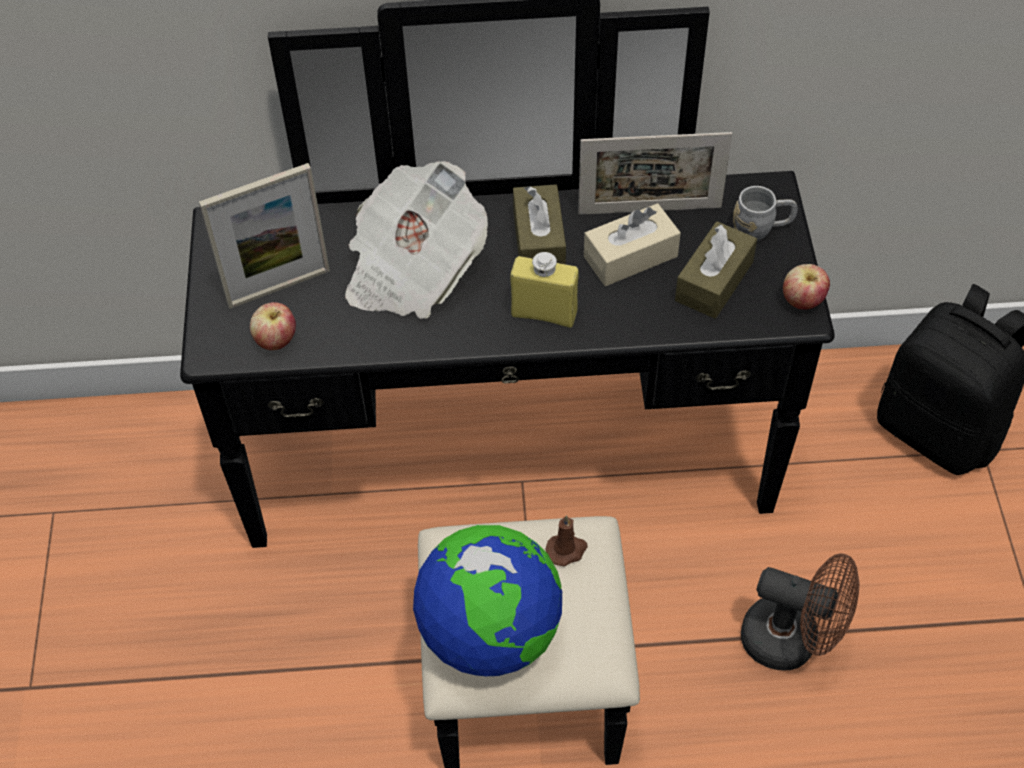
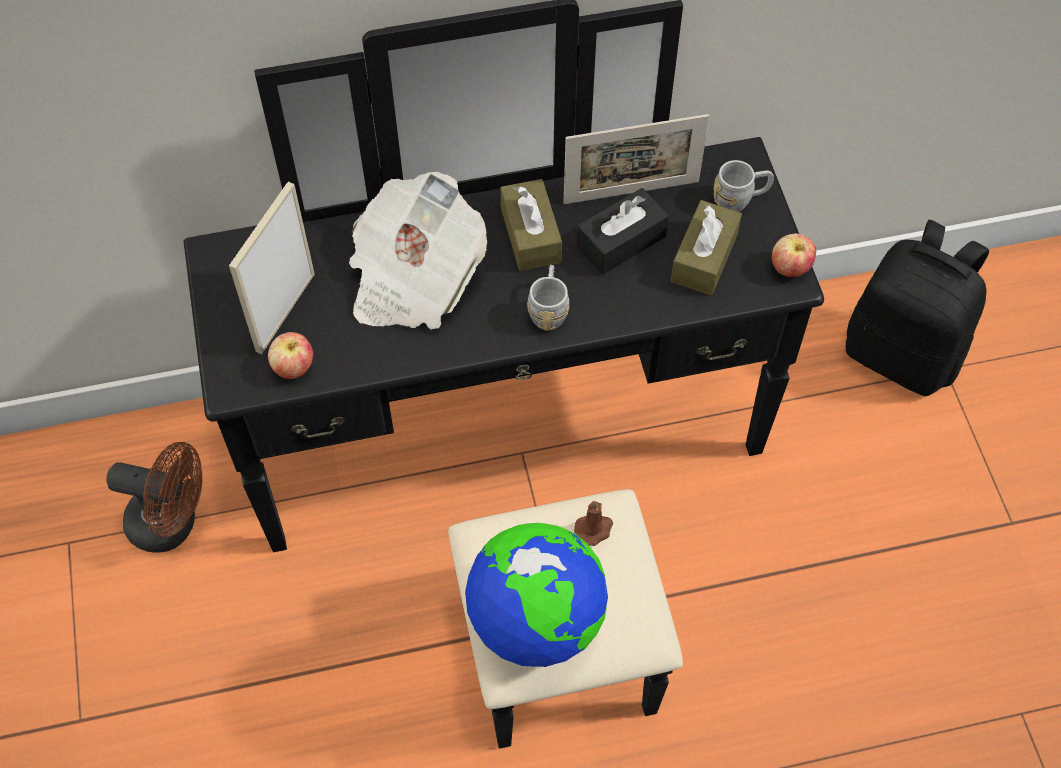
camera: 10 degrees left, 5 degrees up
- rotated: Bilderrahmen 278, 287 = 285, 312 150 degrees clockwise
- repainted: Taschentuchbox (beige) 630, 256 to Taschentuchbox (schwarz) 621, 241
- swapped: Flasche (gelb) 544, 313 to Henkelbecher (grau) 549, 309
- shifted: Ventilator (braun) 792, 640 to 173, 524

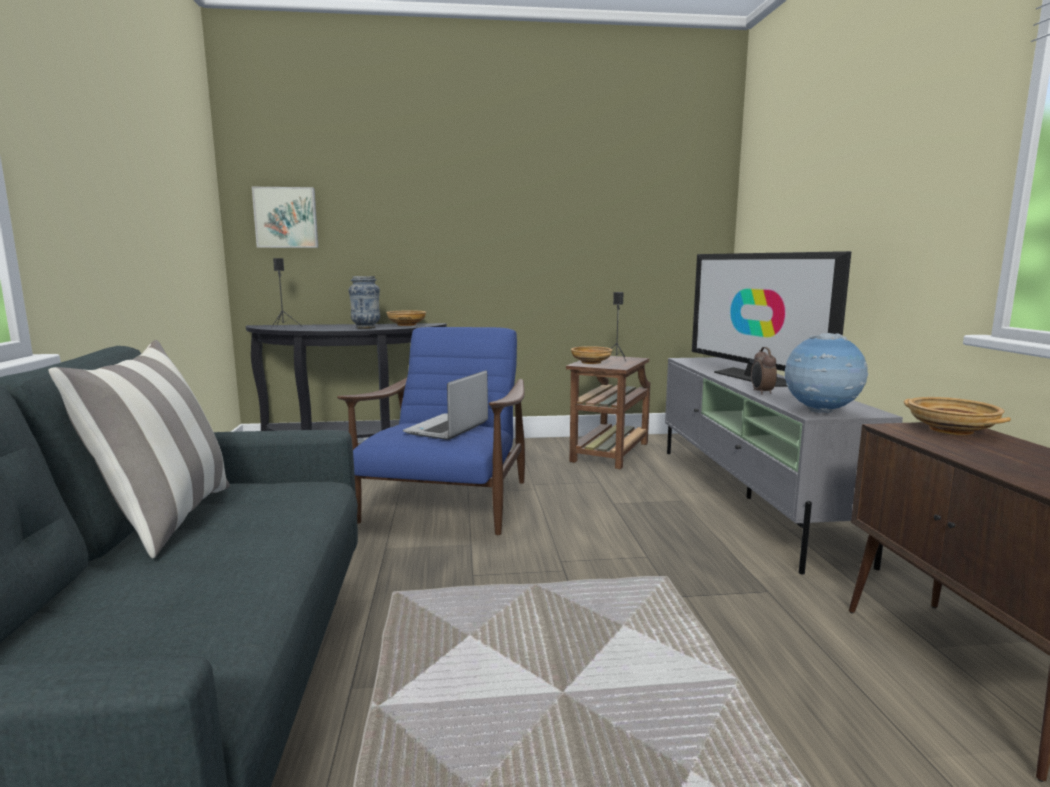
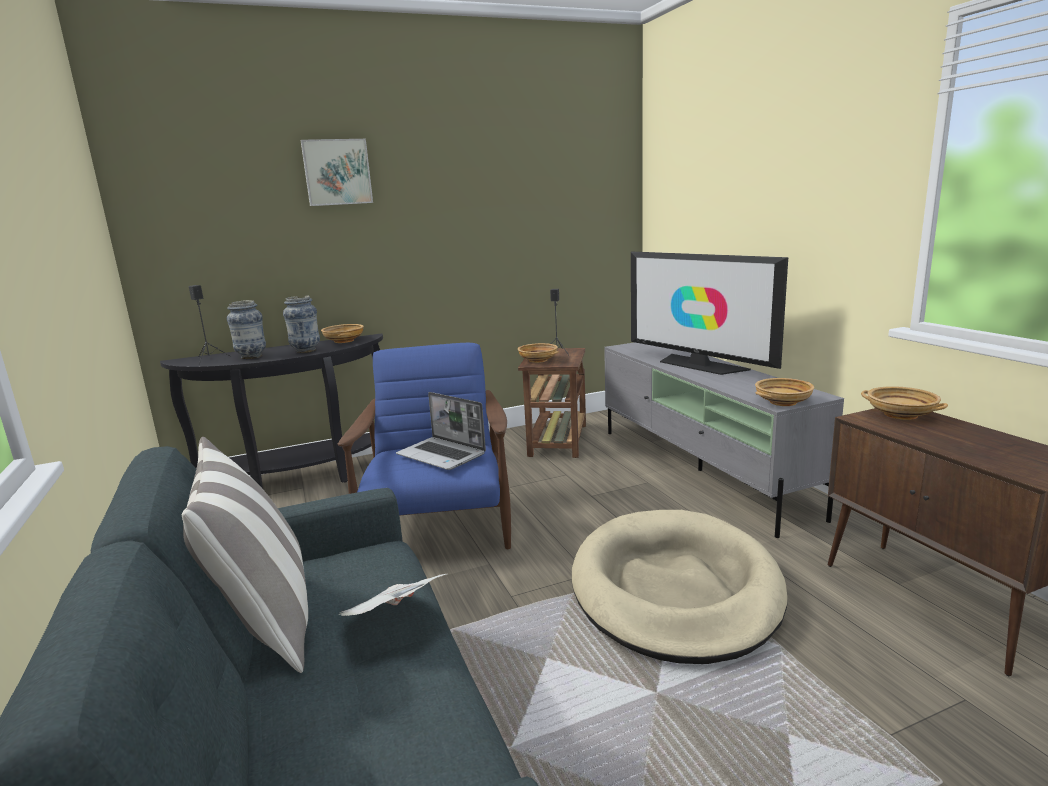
camera: 15 degrees left, 5 degrees up
- shifted: Bild 286, 217 to 337, 172
- swapped: Globus 821, 413 to Schüssel (beige) 783, 402
- gone: Wecker 761, 392
- rotated: Laptop 447, 428 = 442, 455 60 degrees counterclockwise
- new: Vase 251, 356
- new: Hundebett (beige) 675, 589
- new: Zeitung 396, 620

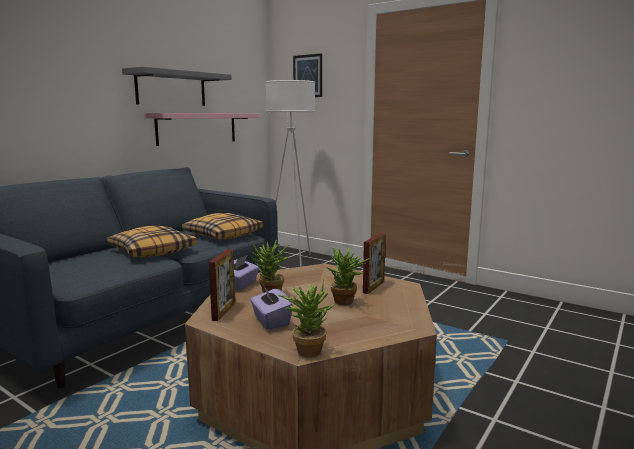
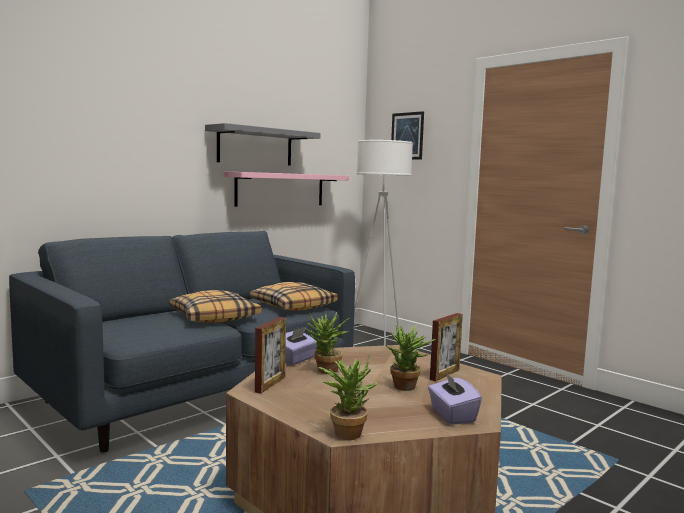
camera: 10 degrees right, 5 degrees down
- shifted: Taschentuchbox (lila) 270, 321 to 452, 415

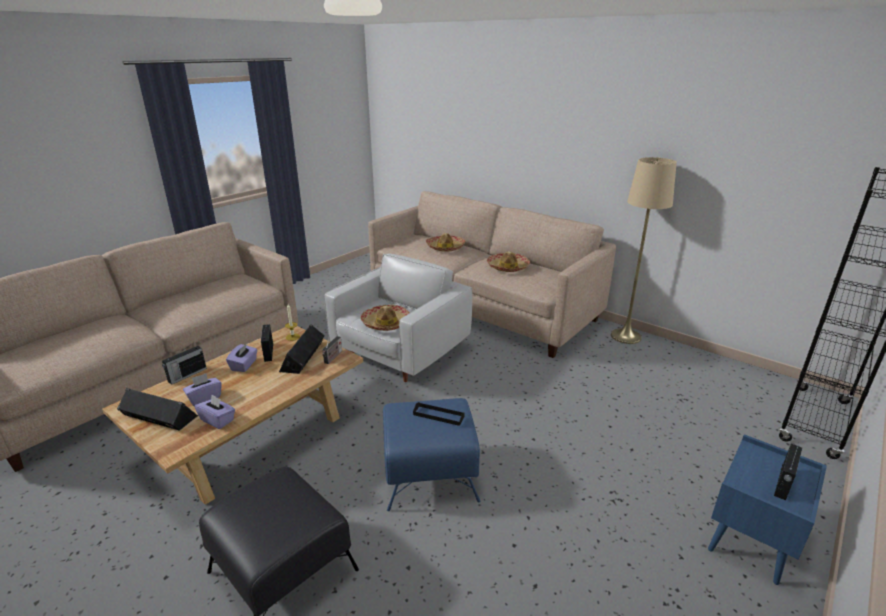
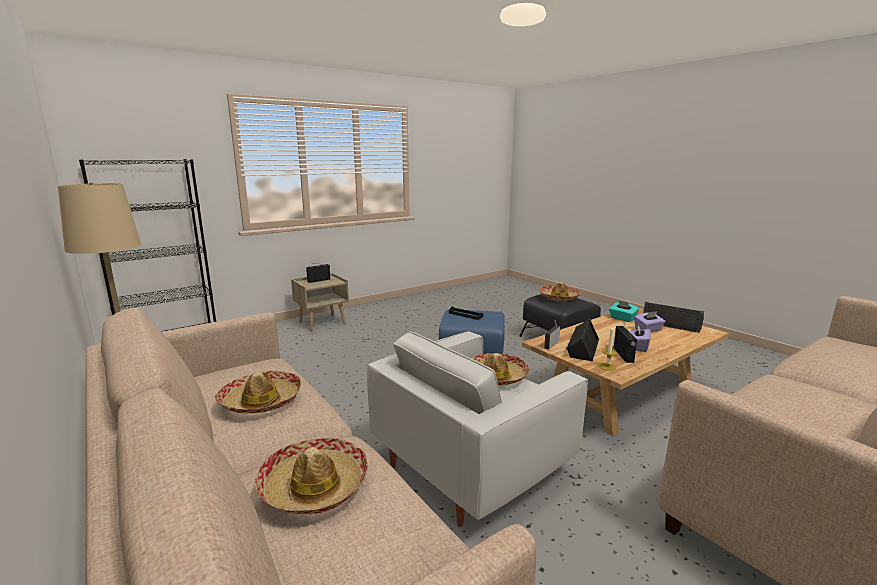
camera: 165 degrees left, 10 degrees down
- gone: Radio 186, 375
- repainted: Taschentuchbox (lila) 218, 420 to Taschentuchbox (türkis) 622, 319
- repainted: Nachttisch (blau) 750, 543 to Nachttisch (beige) 322, 322
- new: Hut 559, 297

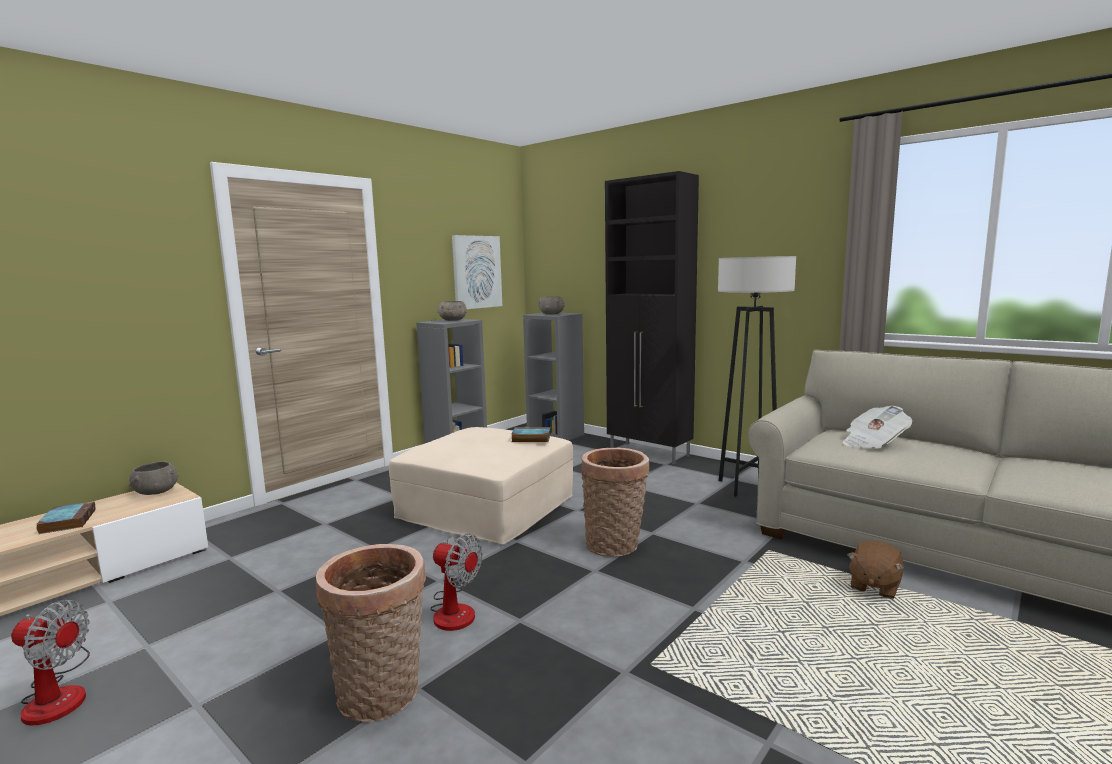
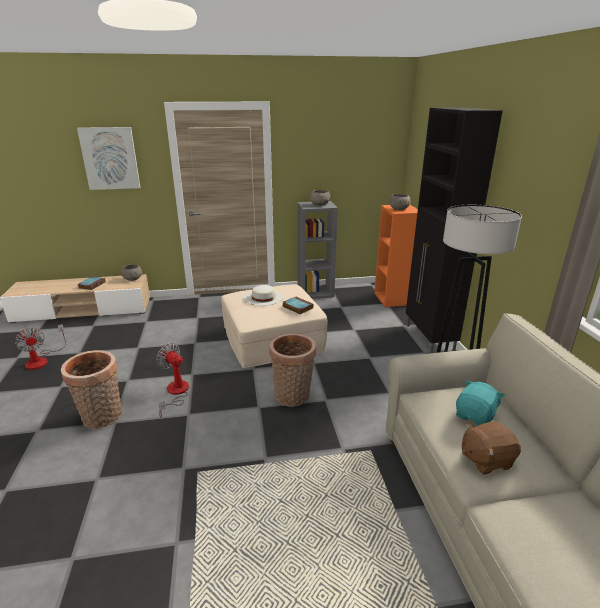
camera: 40 degrees right, 15 degrees up
- shifted: Bild 476, 272 to 110, 158
- repainted: Bücherregal (grau) 556, 435 to Bücherregal (orange) 393, 299
- swapped: Zeitung 873, 443 to Plüschtier (türkis) 475, 416
- rotated: Ventilator 454, 609 = 175, 393 150 degrees clockwise
- shifted: Plüschtier (braun) 874, 586 to 485, 459
- new: Hut (weiß) 263, 297

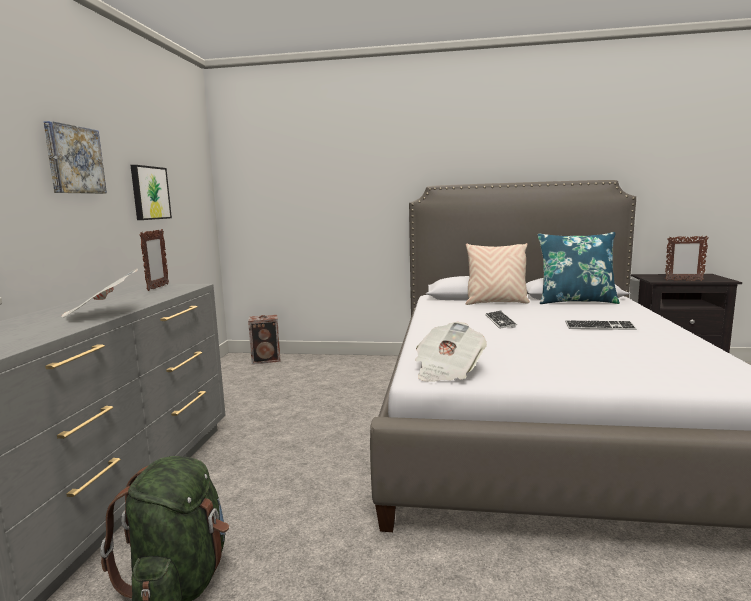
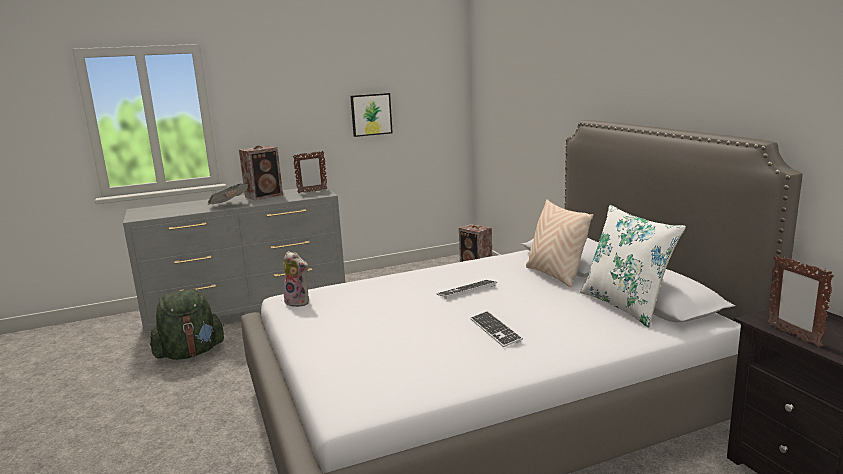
camera: 60 degrees right, 5 degrees up
- gone: Bild 73, 160
- repainted: Kissen (blau) 575, 301 to Kissen (weiß) 626, 305
- swapped: Zeitung 447, 371 to Plüschtier 299, 302
- new: Lautsprecher 265, 195

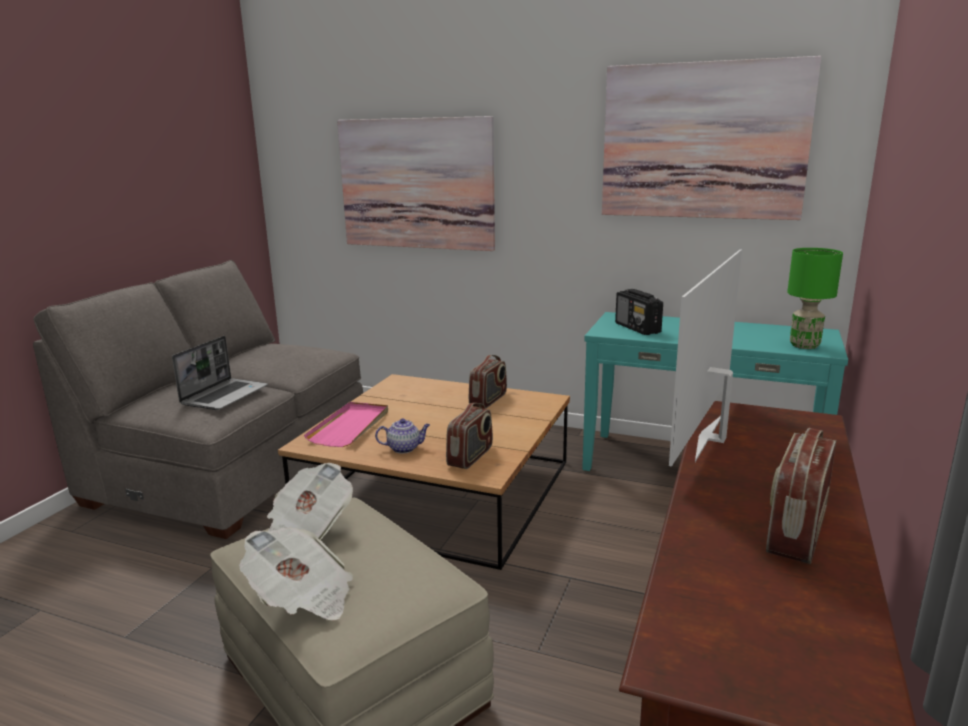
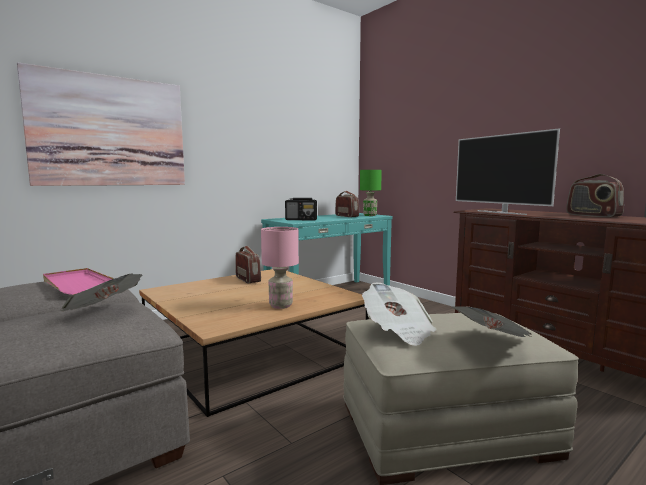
camera: 60 degrees left, 10 degrees down
- gone: Bild 703, 141
- swapped: Laptop 225, 395 to Zeitung 104, 312
- shifted: Tablett (rosa) 350, 427 to 77, 284
- shifted: Radio 470, 457 to 347, 216
- swapped: Teekanne 404, 448 to Tischlampe (rosa) 280, 305

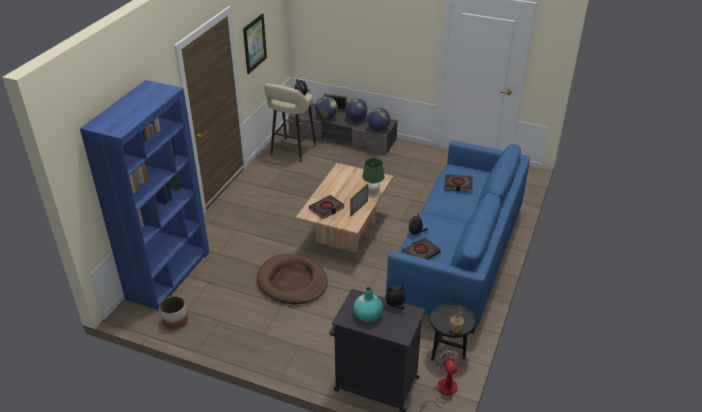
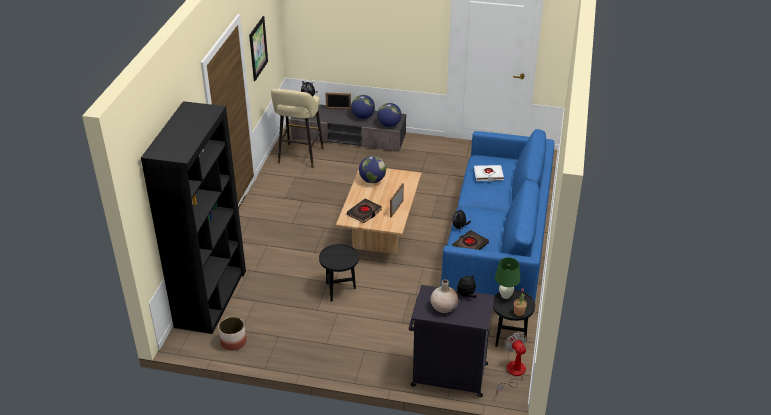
camera: 10 degrees left, 0 degrees up
- repainted: Bücherregal (blau) 169, 275 to Bücherregal (schwarz) 211, 298
- shifted: Globus 326, 117 to 372, 180
- shifted: Tischlampe (grün) 373, 193 to 505, 295
- repainted: Buch (schwarz) 458, 184 to Buch (weiß) 488, 175
- swapped: Hundebett (braun) 292, 282 to Beistelltisch (schwarz) 340, 290
- repainted: Vase (türkis) 368, 315 to Vase (beige) 443, 307

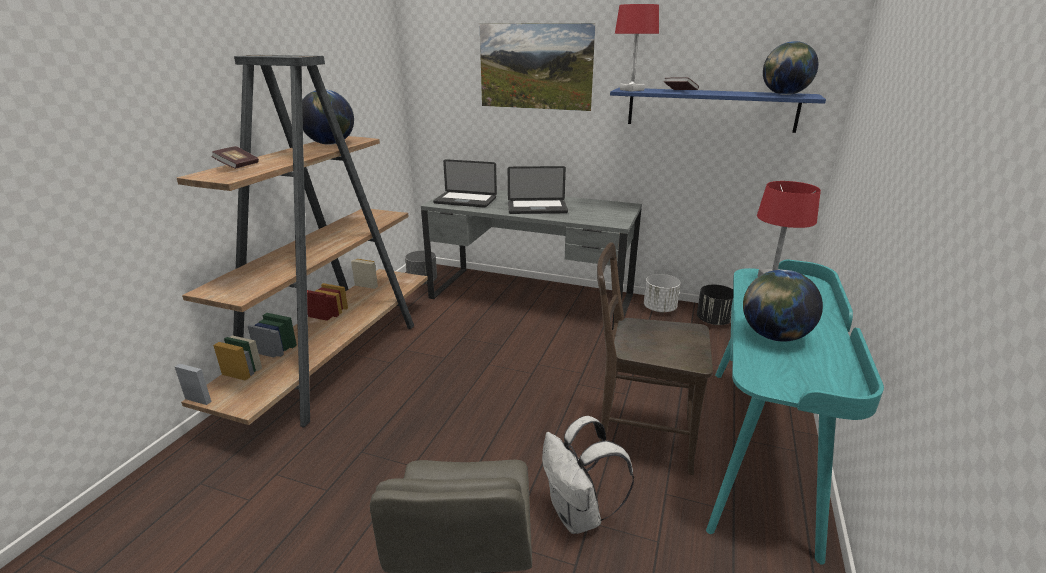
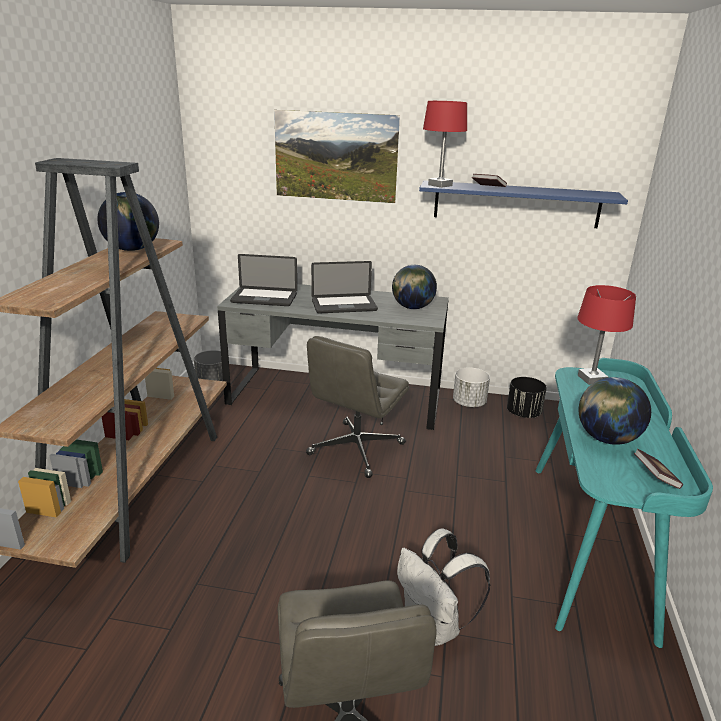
camera: 10 degrees left, 0 degrees up
- shifted: Globus 784, 94 to 412, 308
- shifted: Buch 238, 166 to 655, 477
- gone: Stuhl (braun) 639, 436
- new: Bürostuhl (grau) 356, 450

